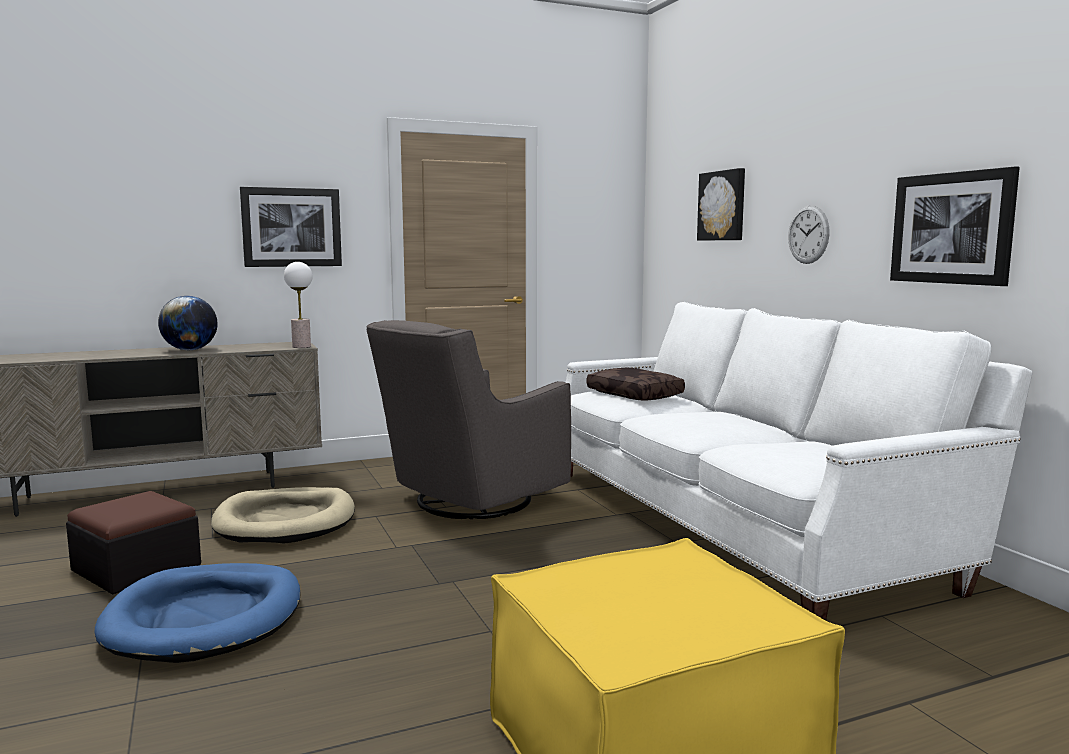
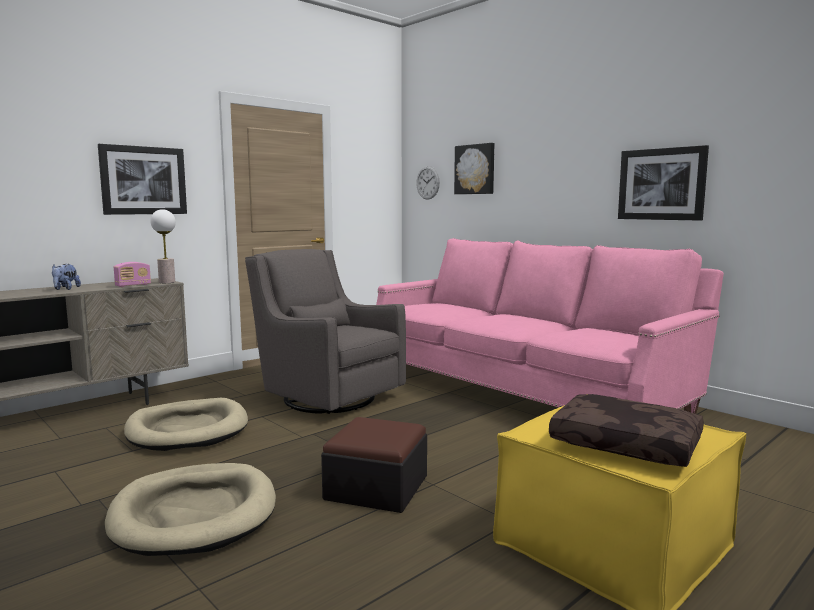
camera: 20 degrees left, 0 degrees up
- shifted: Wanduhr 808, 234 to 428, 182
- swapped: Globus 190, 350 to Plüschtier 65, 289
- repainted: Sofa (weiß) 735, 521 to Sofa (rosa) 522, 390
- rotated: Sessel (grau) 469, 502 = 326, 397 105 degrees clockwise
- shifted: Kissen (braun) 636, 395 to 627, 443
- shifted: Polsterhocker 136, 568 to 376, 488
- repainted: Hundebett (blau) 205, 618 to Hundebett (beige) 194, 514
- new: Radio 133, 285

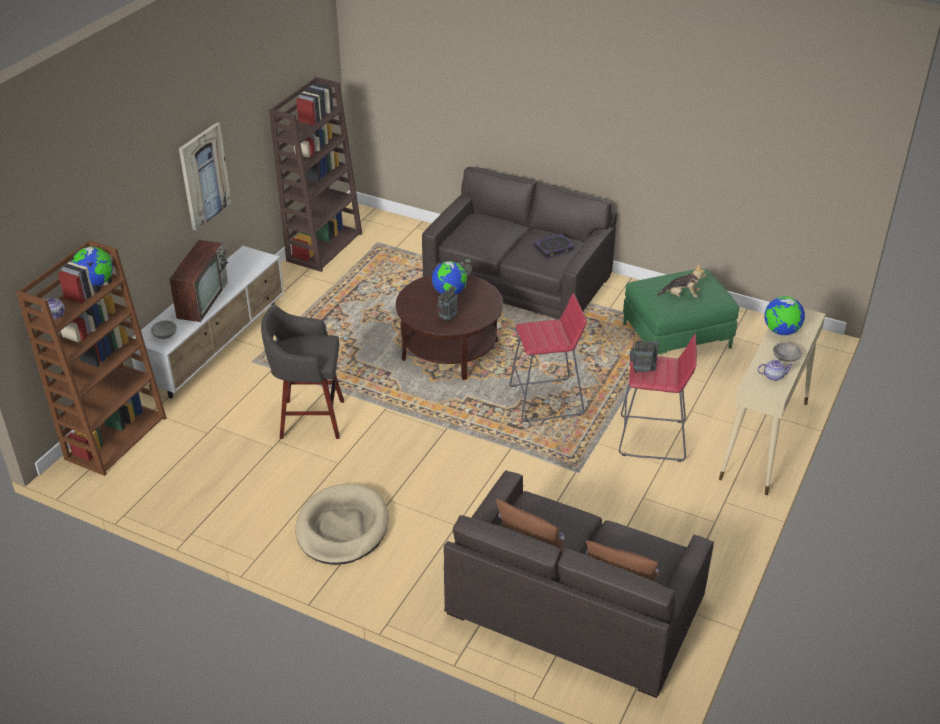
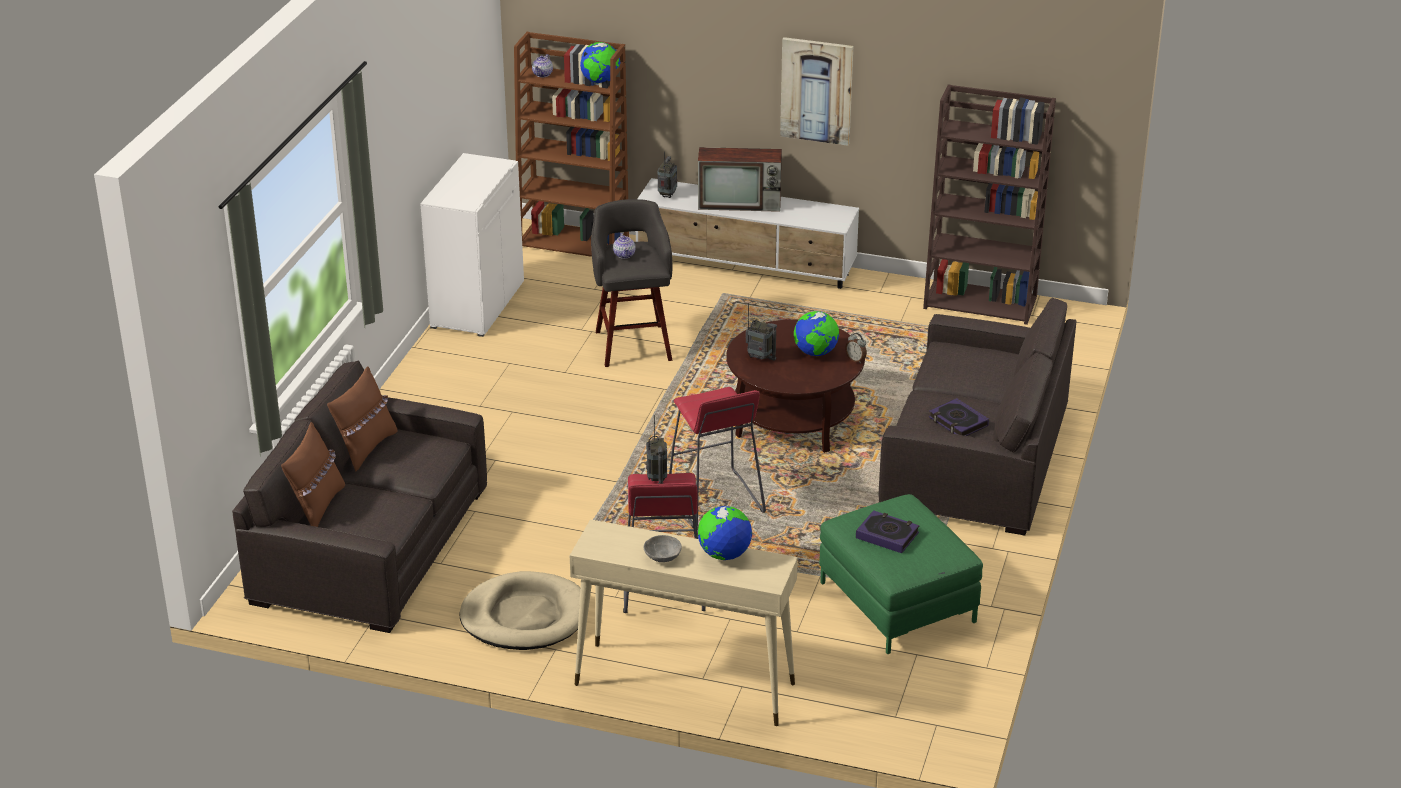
camera: 80 degrees right, 5 degrees down
- swapped: Plüschtier 681, 296 to Buch 887, 535
- swapped: Schüssel (grau) 165, 335 to Radio 667, 195
- shifted: Teekanne 773, 376 to 624, 254
- shifted: Hundebett (beige) 342, 528 to 524, 616
- new: Schrank (weiß) 476, 304

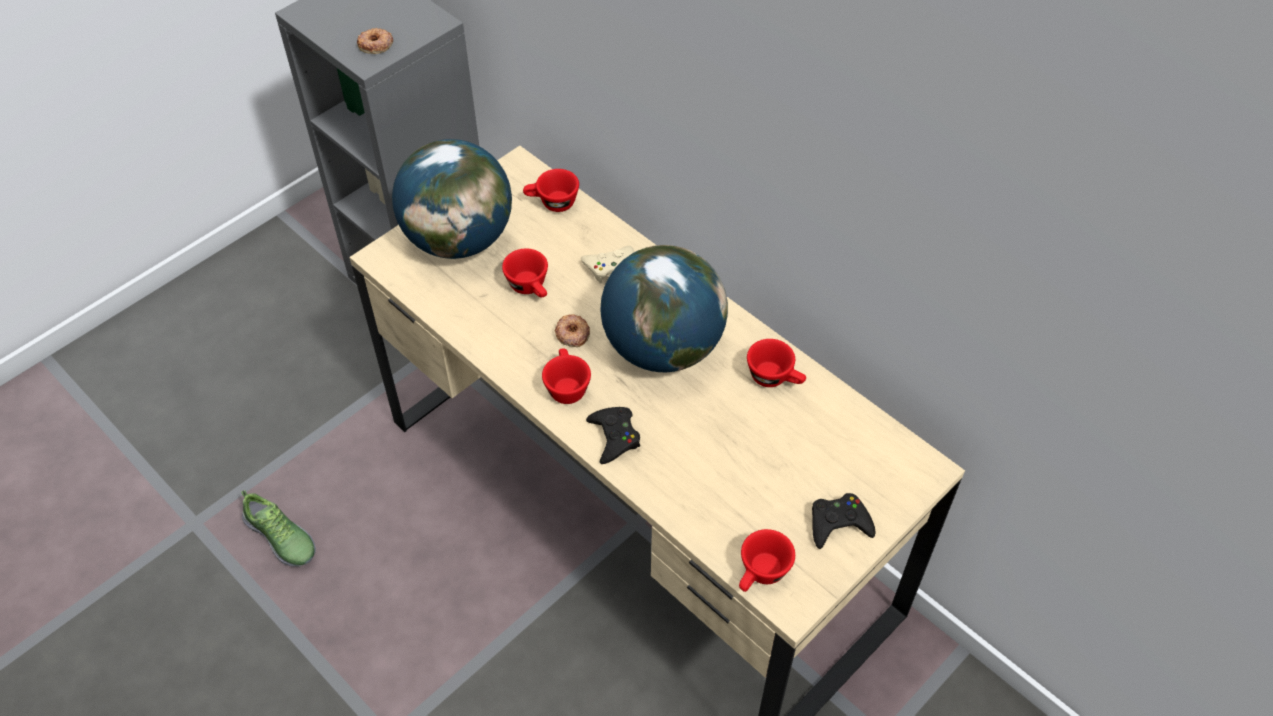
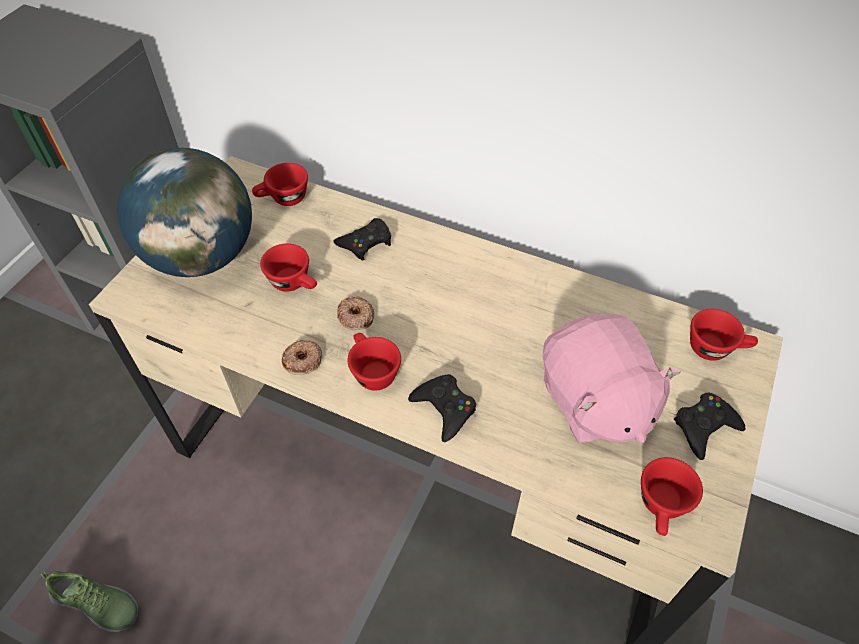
camera: 20 degrees left, 0 degrees up
- shifted: Donut 376, 45 to 303, 360
- gone: Globus 662, 348
- repainted: Gamepad (beige) 610, 267 to Gamepad (schwarz) 365, 242
- shifted: Tasse (rot) 775, 378 to 715, 348
- new: Plüschtier (rosa) 594, 402

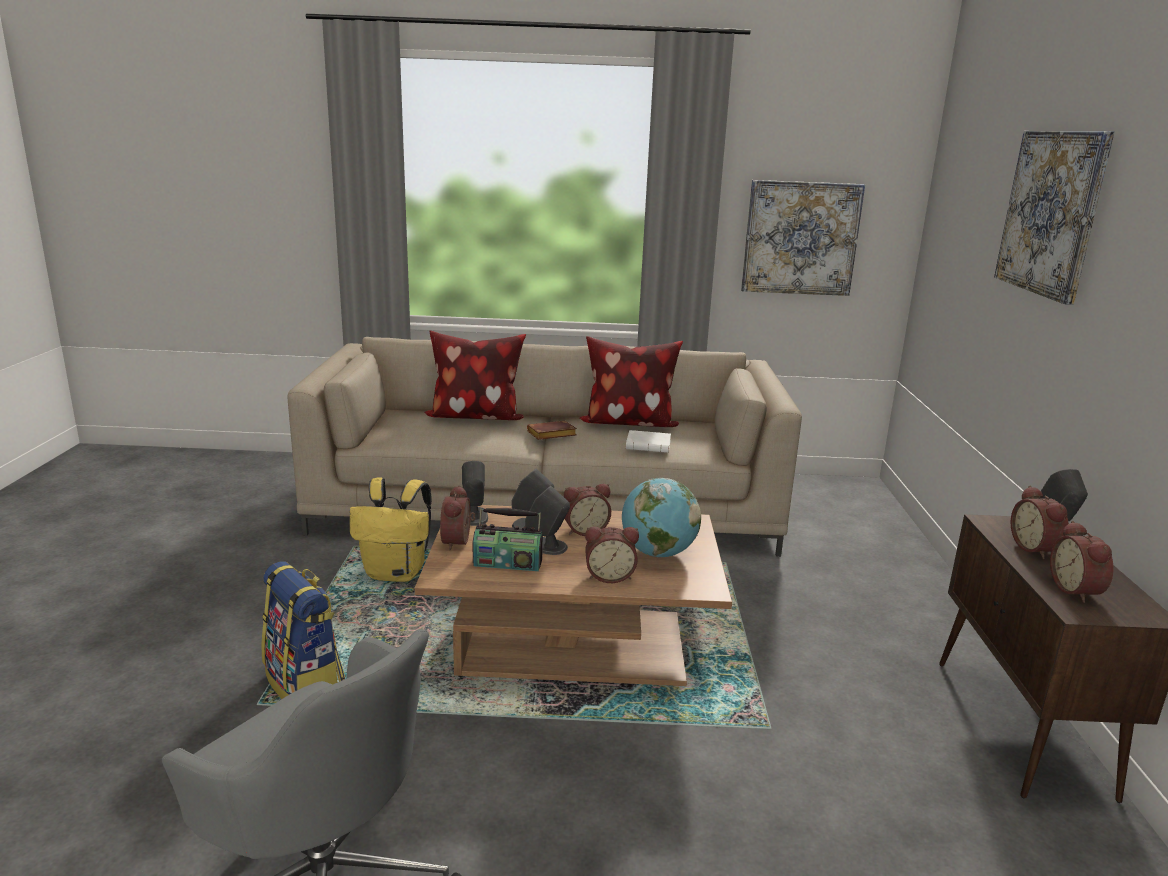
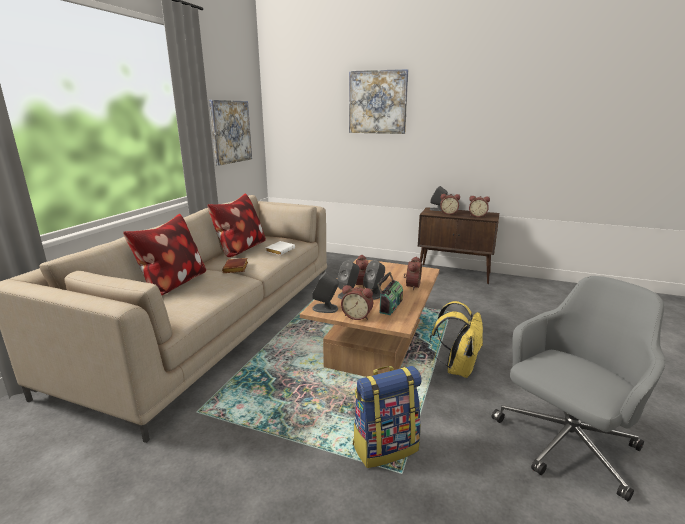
camera: 70 degrees left, 0 degrees up
- shifted: Rucksack (gelb) 397, 573 to 457, 368
- gone: Globus 657, 553

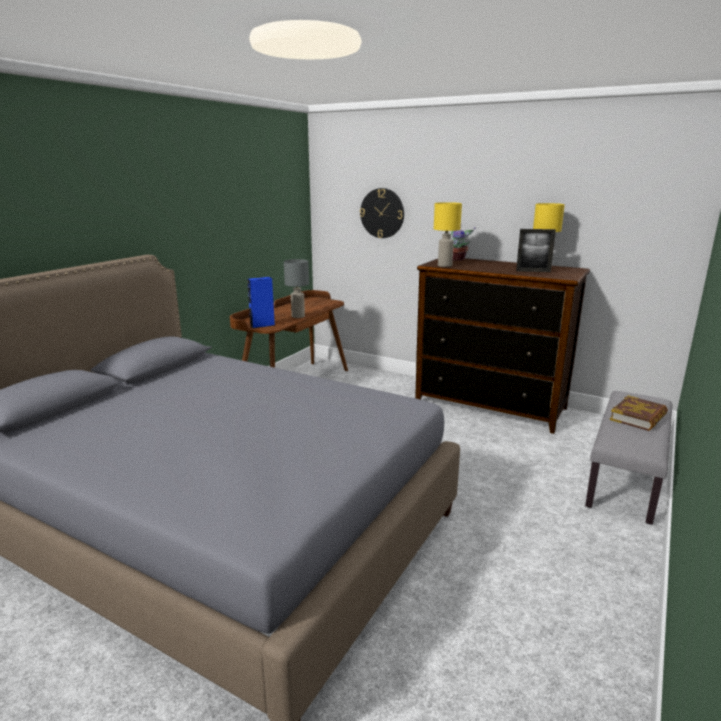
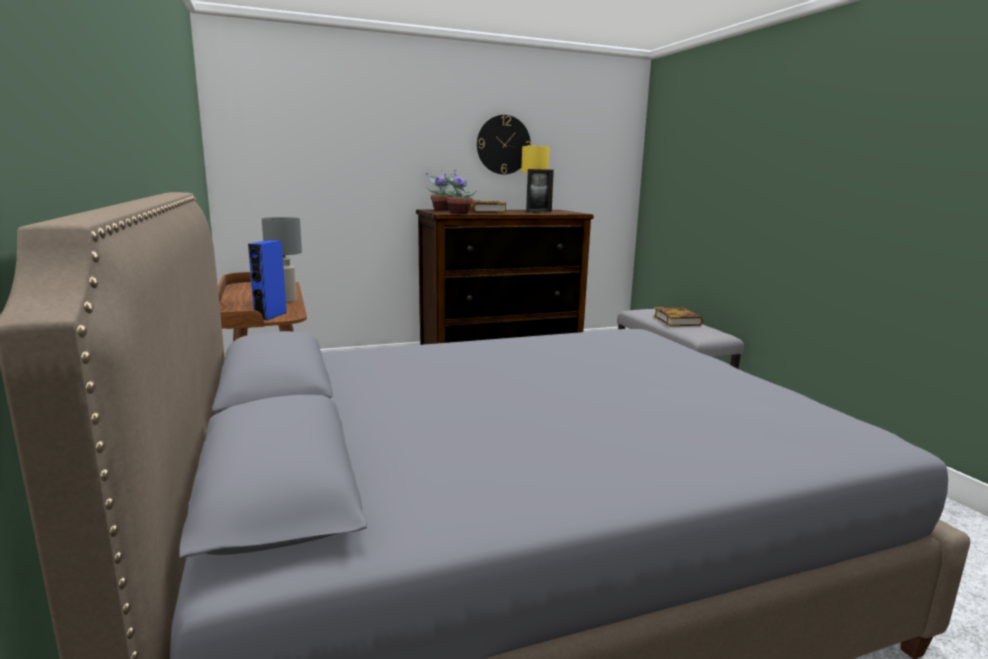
camera: 50 degrees left, 5 degrees down
- shifted: Wanduhr 382, 213 to 503, 145
- swapped: Tischlampe (gelb) 444, 265 to Topfpflanze 458, 213
- new: Buch 484, 211

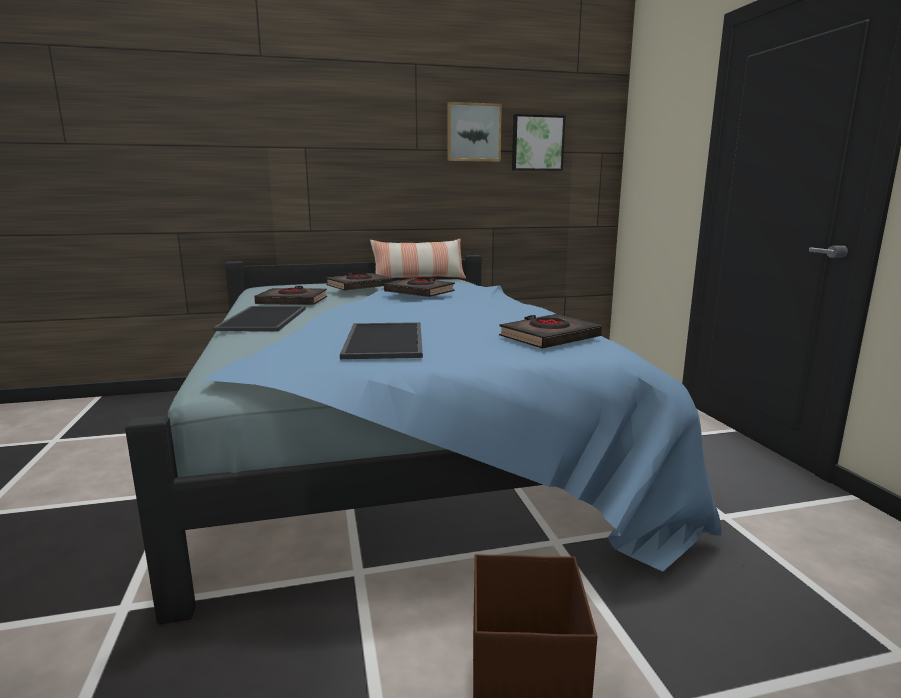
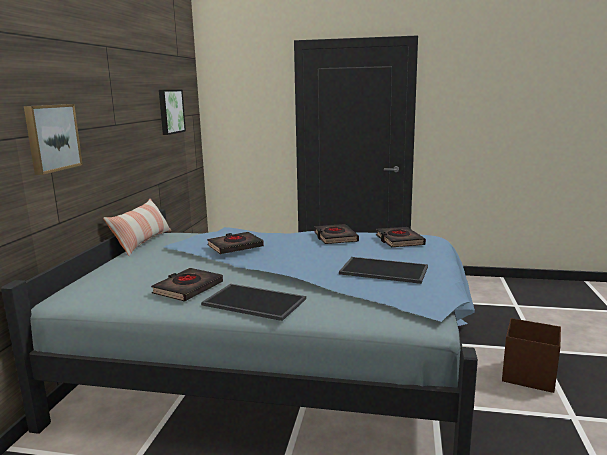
camera: 65 degrees left, 0 degrees up
- shifted: Bild 473, 132 to 51, 137
- shifted: Buch (schwarz) 359, 286 to 335, 237

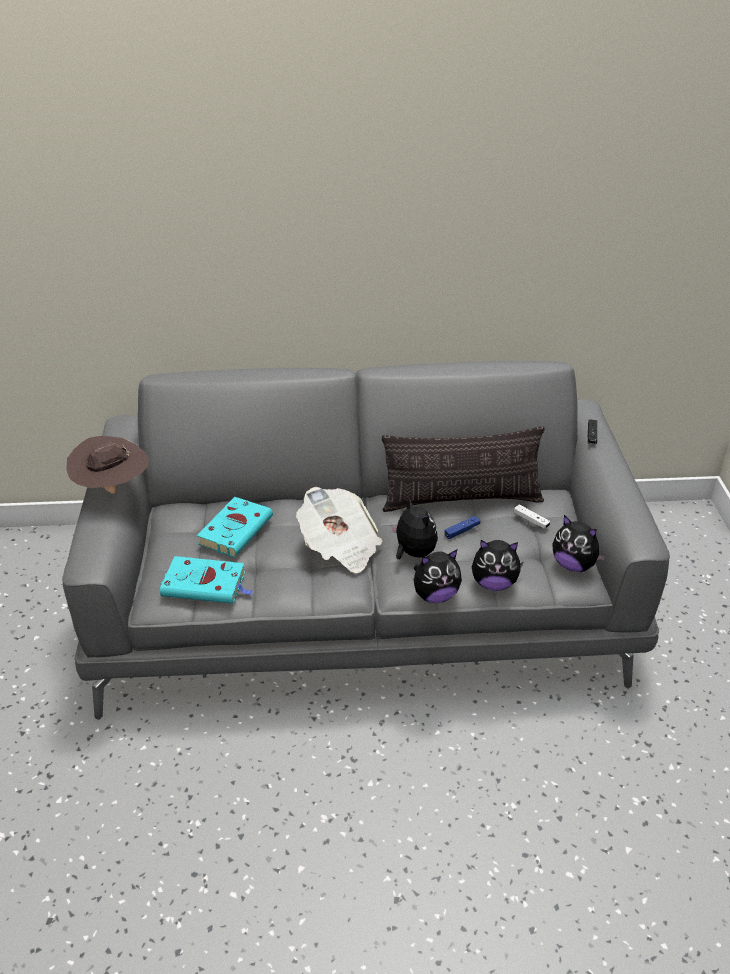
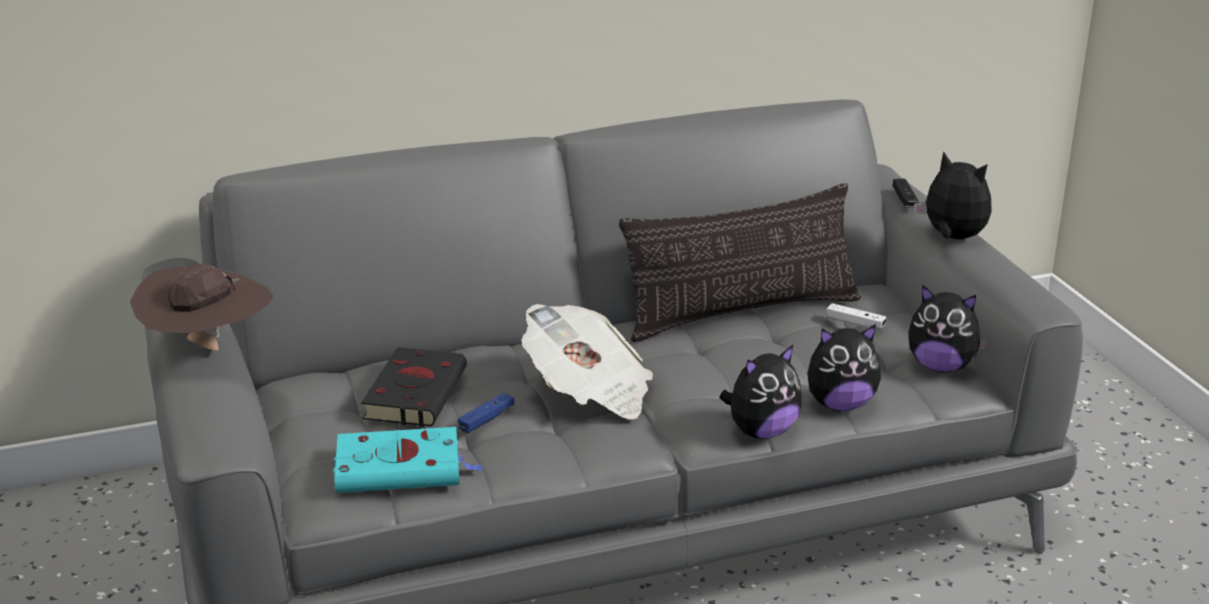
camera: 15 degrees left, 10 degrees down
- repainted: Buch (türkis) 236, 529 to Buch (schwarz) 416, 392
- shifted: Plüschtier 413, 553 to 952, 238
- shifted: Gamepad (blau) 462, 531 to 486, 419

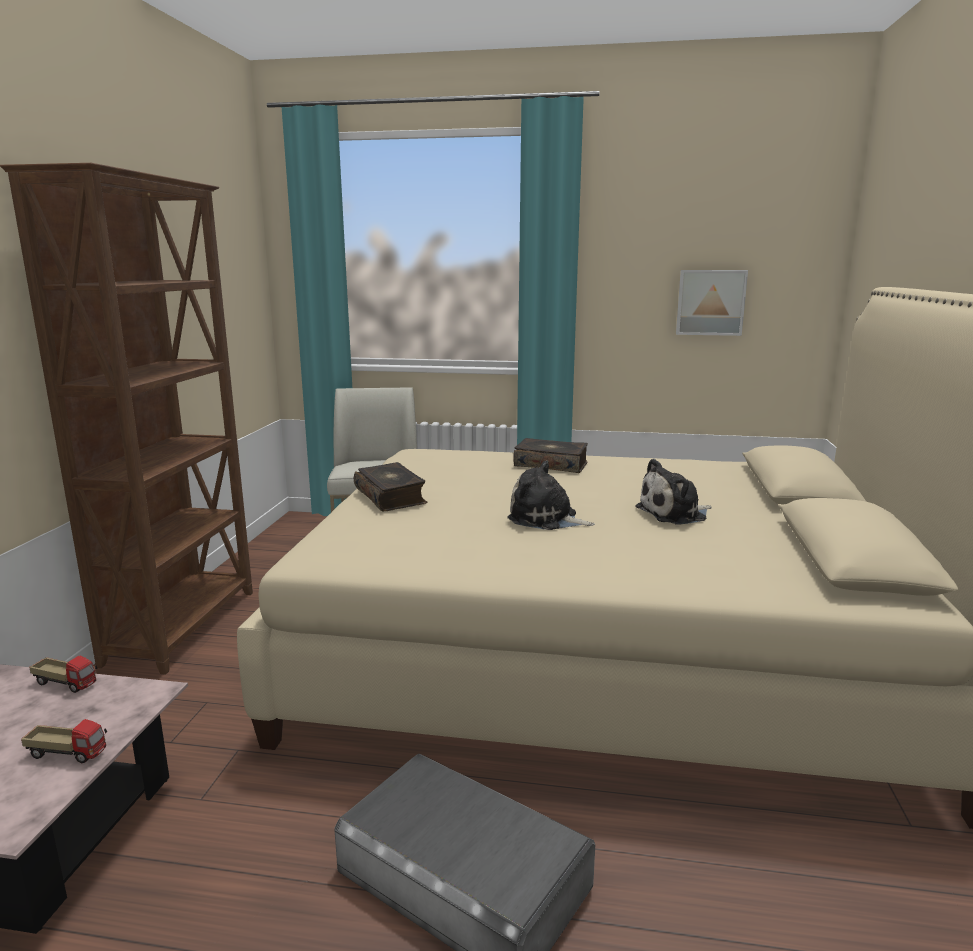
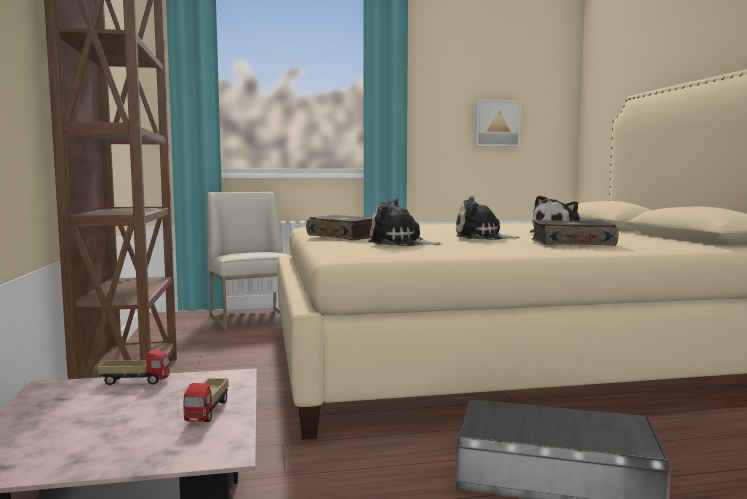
camera: 20 degrees left, 10 degrees down
- shifted: Buch 551, 464 to 572, 243
- rotated: Spielzeuglaster 68, 753 = 208, 412 105 degrees clockwise
- new: Plüschtier 400, 243

